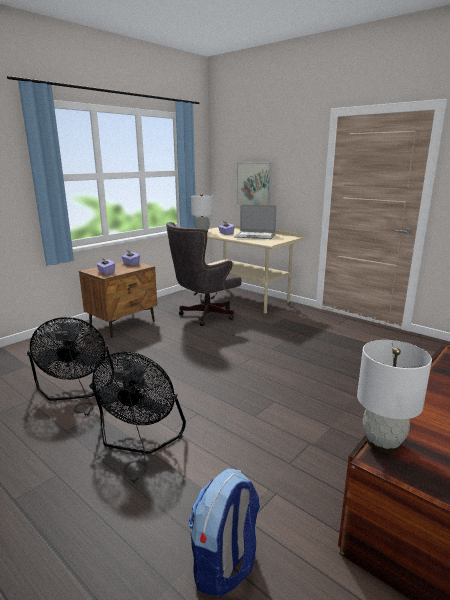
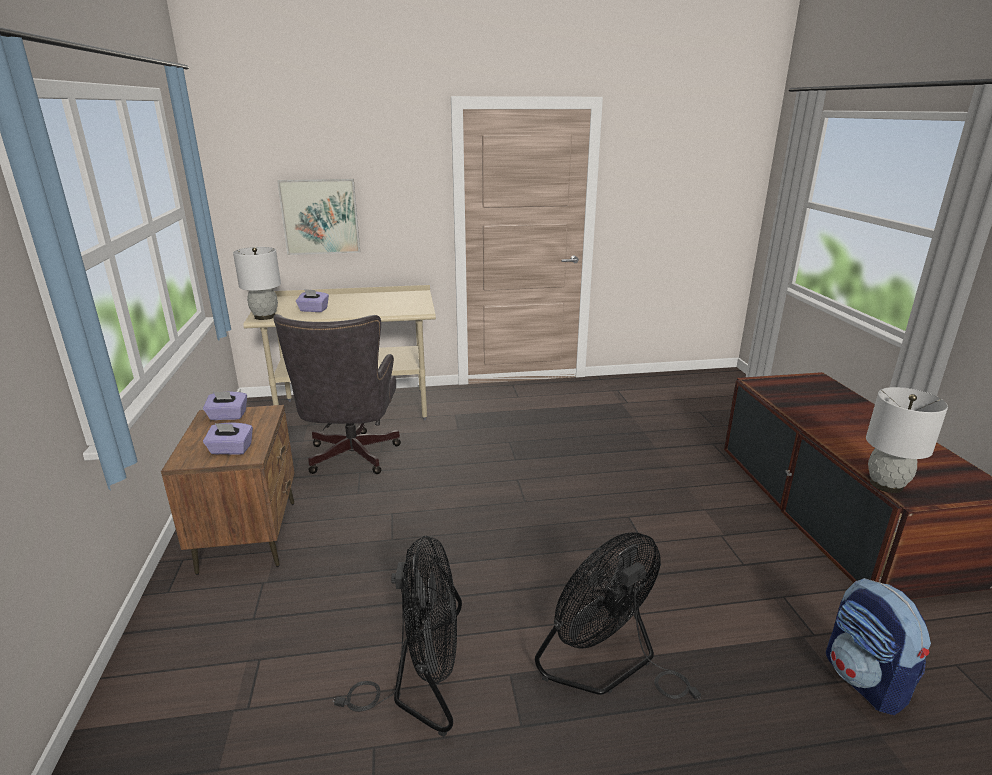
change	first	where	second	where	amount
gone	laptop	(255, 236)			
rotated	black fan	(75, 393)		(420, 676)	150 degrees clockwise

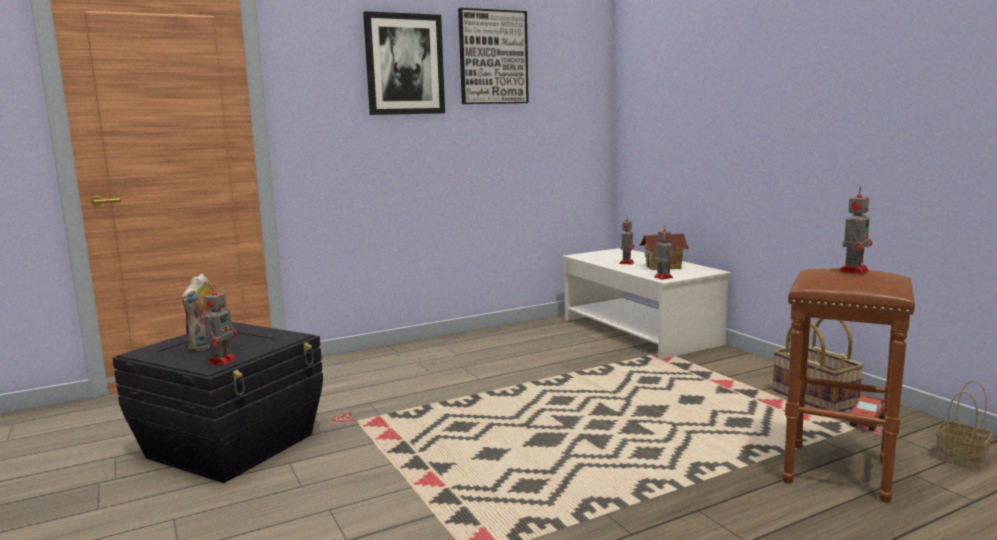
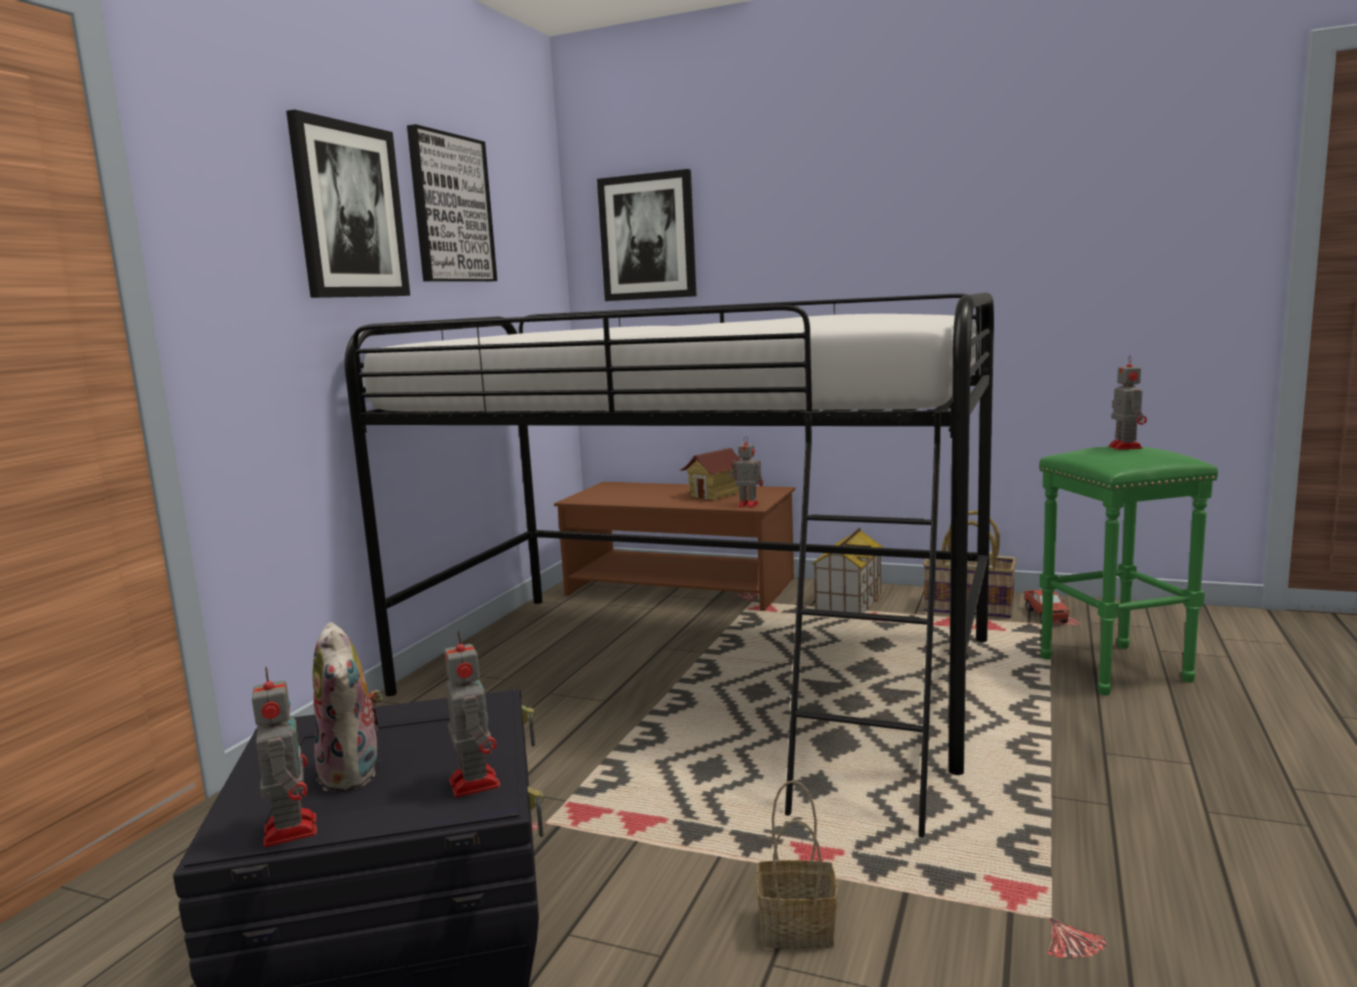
change	first	where	second	where	amount
new			black bed	(700, 670)	
new			picture	(647, 237)	
new			toy house	(848, 603)	
shifted	toy robot	(626, 263)		(290, 829)	
shifted	basket	(963, 459)		(800, 927)	
repainted	white coffee table	(638, 331)	brown coffee table	(679, 586)	
repainted	brown stool	(835, 469)	green stool	(1110, 668)	

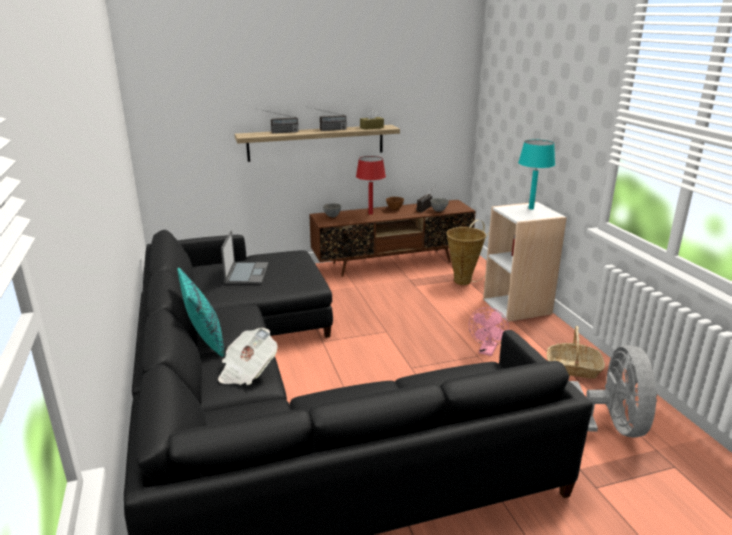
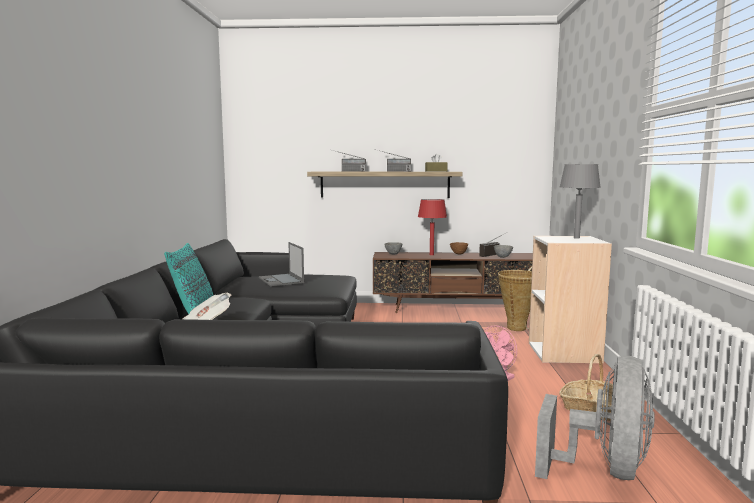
change	first	where	second	where	amount
repainted	turquoise table lamp	(530, 208)	grey table lamp	(576, 238)	
rotated	laptop	(247, 273)		(281, 280)	135 degrees clockwise

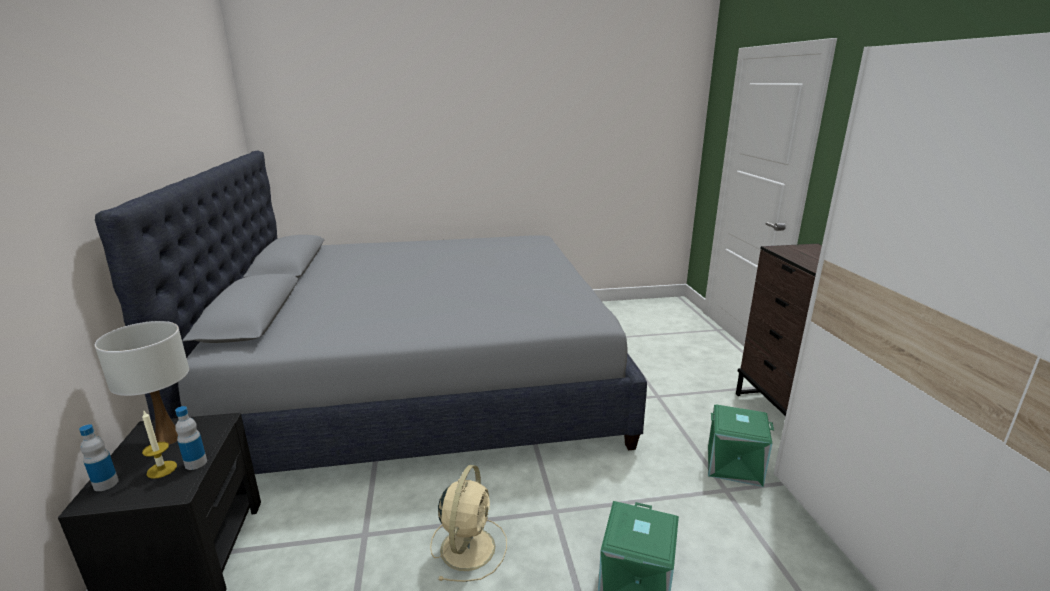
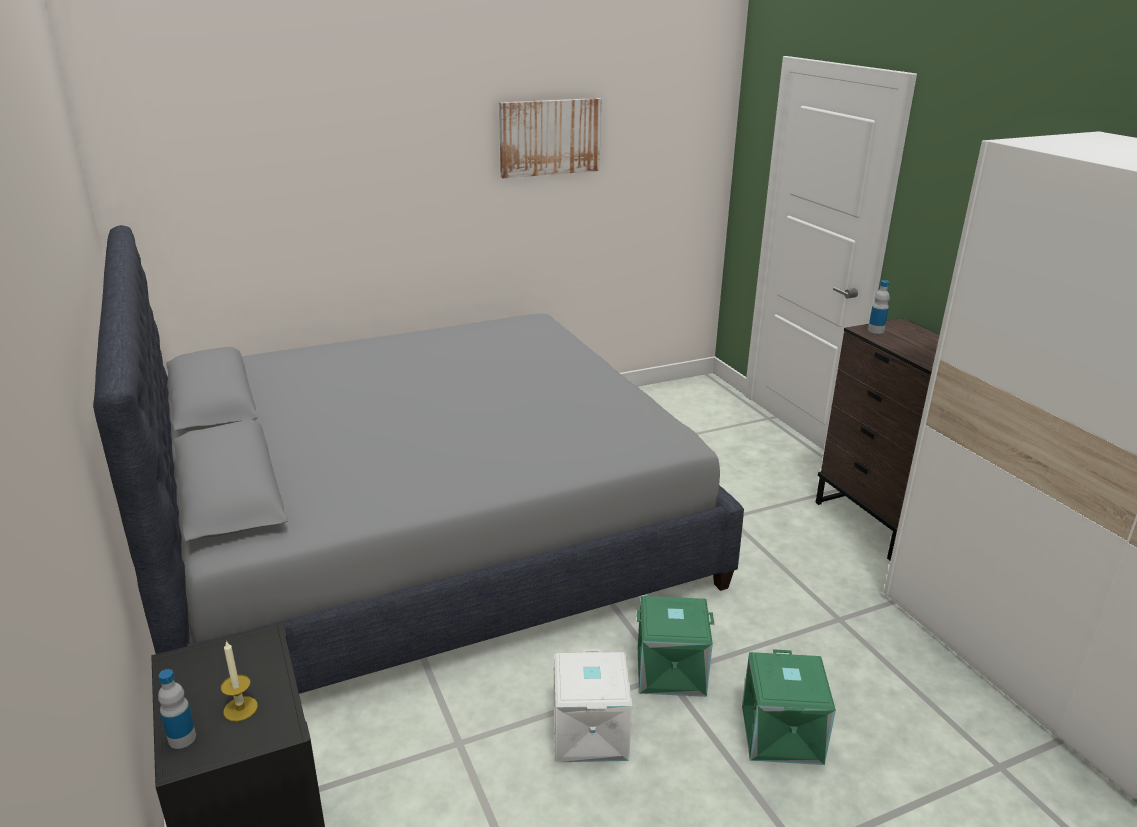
change	first	where	second	where	amount
gone	white table lamp	(168, 438)			
new			picture	(549, 137)	
shifted	bottle	(196, 463)		(876, 330)	
shifted	green storage box	(733, 465)		(670, 672)	
swapped	beige fan	(468, 546)	white storage box	(588, 732)	

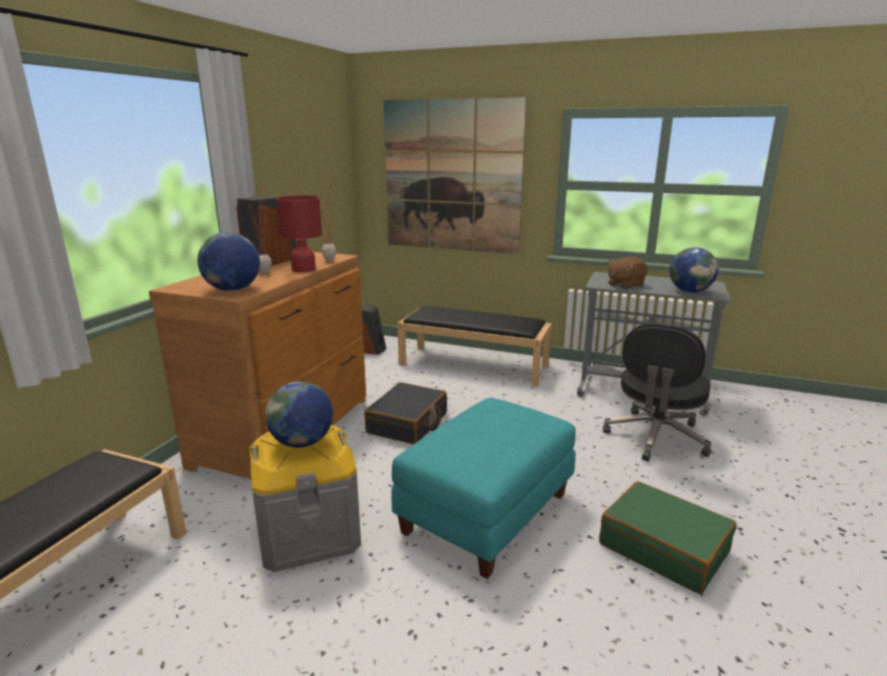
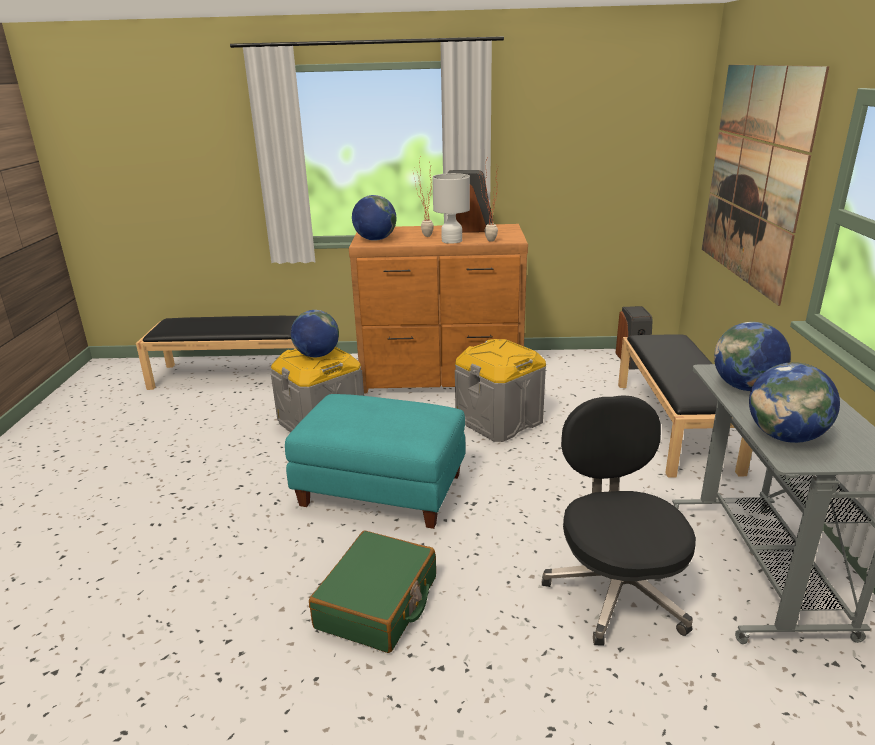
change	first	where	second	where	amount
swapped	black suitcase	(408, 423)	grey storage box	(499, 420)	
swapped	brown plush toy	(625, 285)	globe	(745, 387)	
repainted	red table lamp	(304, 269)	grey table lamp	(452, 241)	
rotated	black office chair	(655, 437)		(616, 589)	75 degrees clockwise

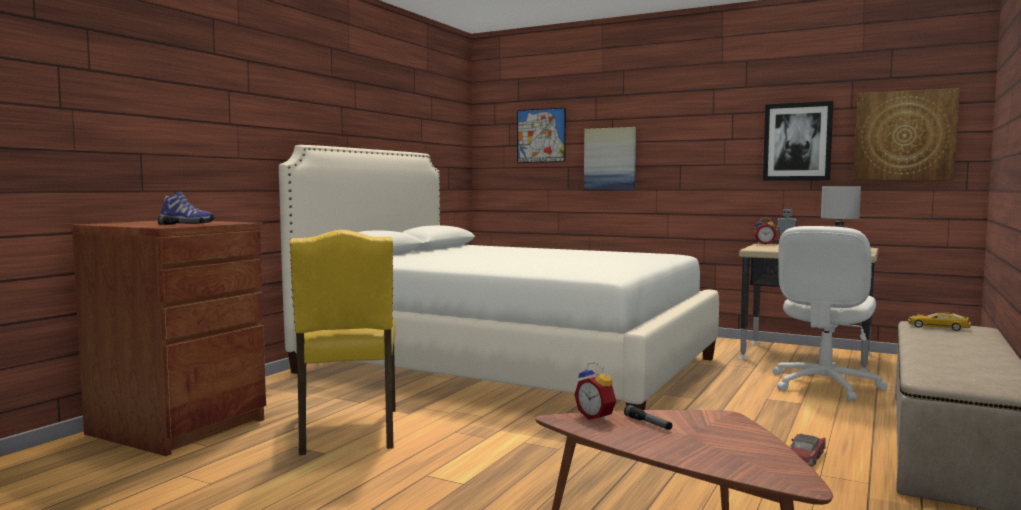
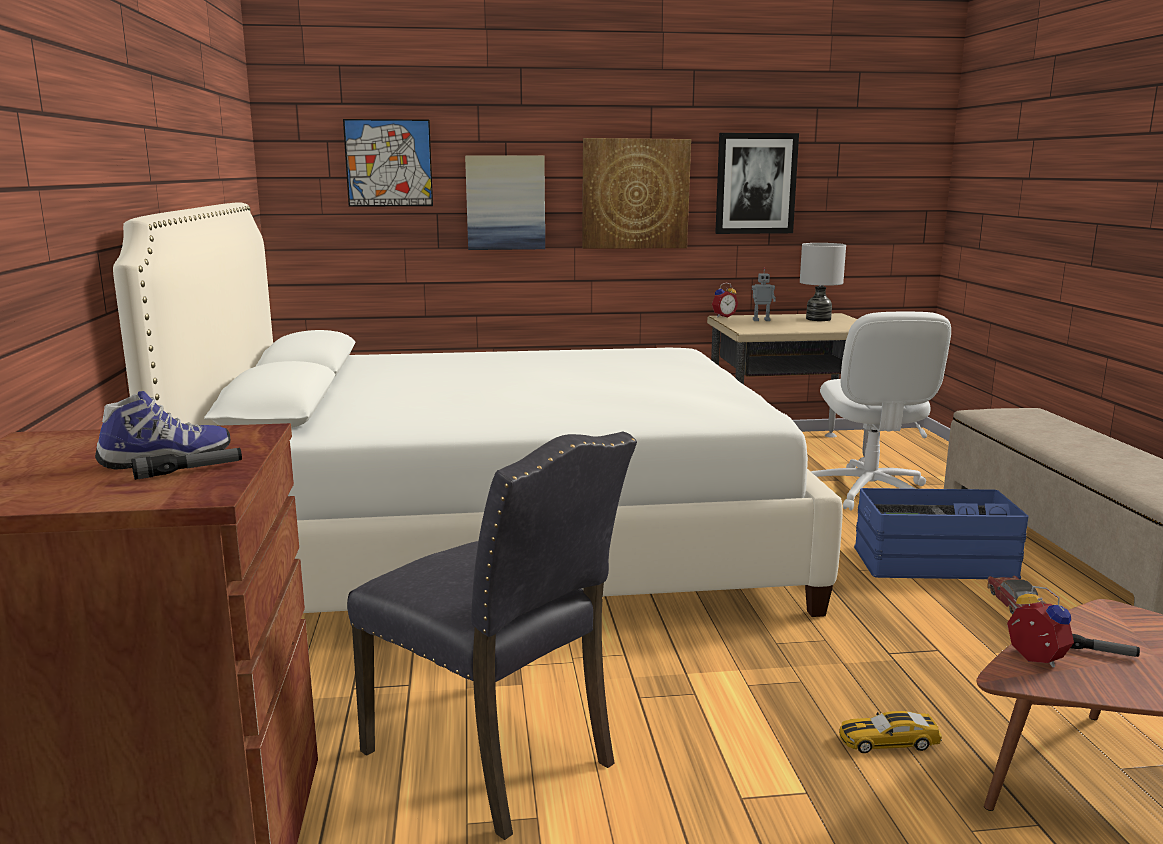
change	first	where	second	where	amount
new			blue storage box	(934, 561)	
shifted	picture	(904, 136)		(635, 194)	
shifted	toy car	(938, 327)		(888, 741)	
repainted	yellow chair	(347, 432)	grey chair	(495, 757)	
rotated	alarm clock	(597, 417)		(1033, 659)	135 degrees counterclockwise

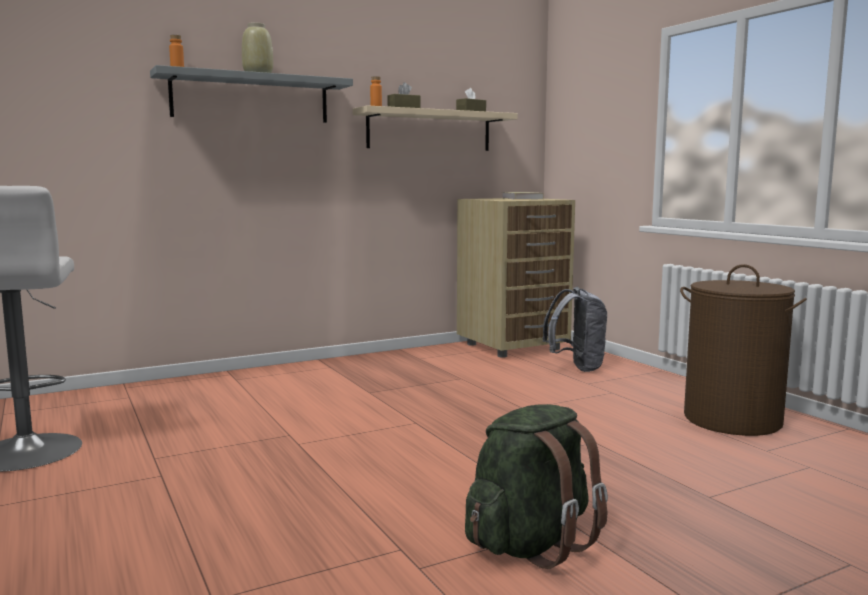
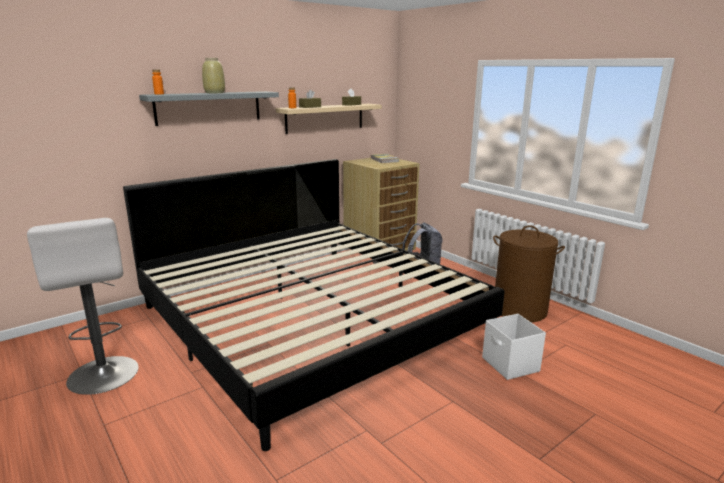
change	first	where	second	where	amount
gone	green backpack	(531, 544)			
new			bed	(311, 320)	
new			white storage box	(510, 365)	

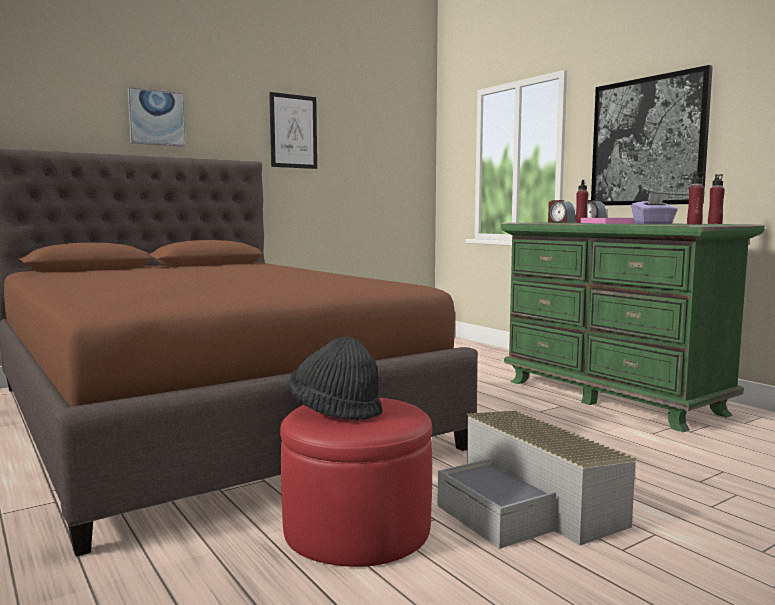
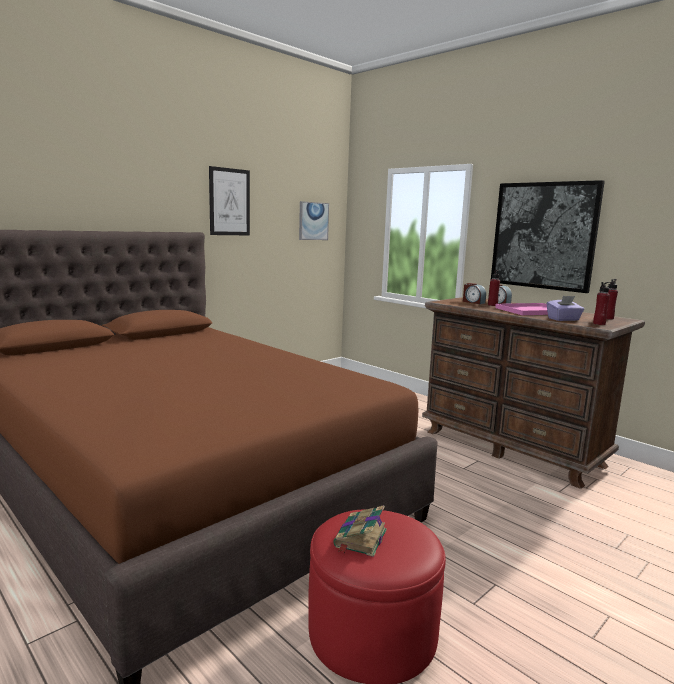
change	first	where	second	where	amount
gone	grey storage box	(529, 507)			
shifted	picture	(156, 118)		(313, 221)	
swapped	black hat	(336, 410)	book	(360, 539)	
repainted	green dresser	(611, 397)	brown dresser	(512, 448)	

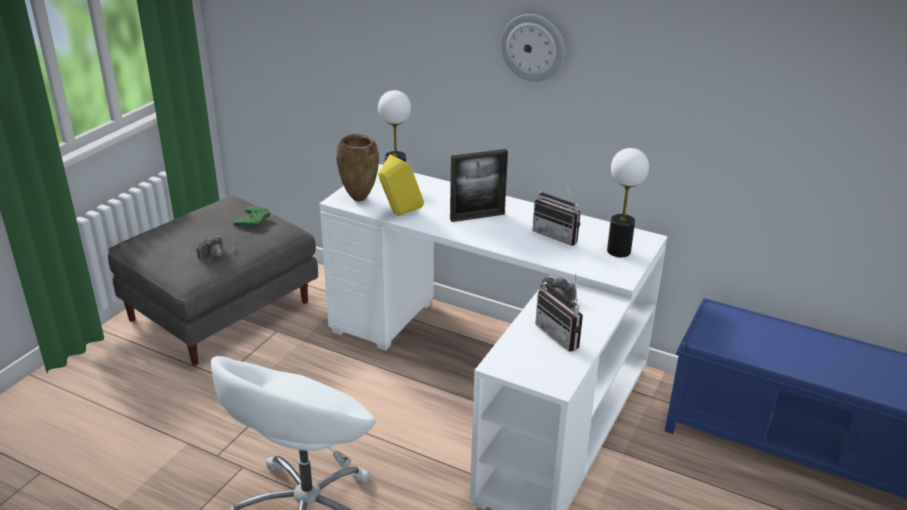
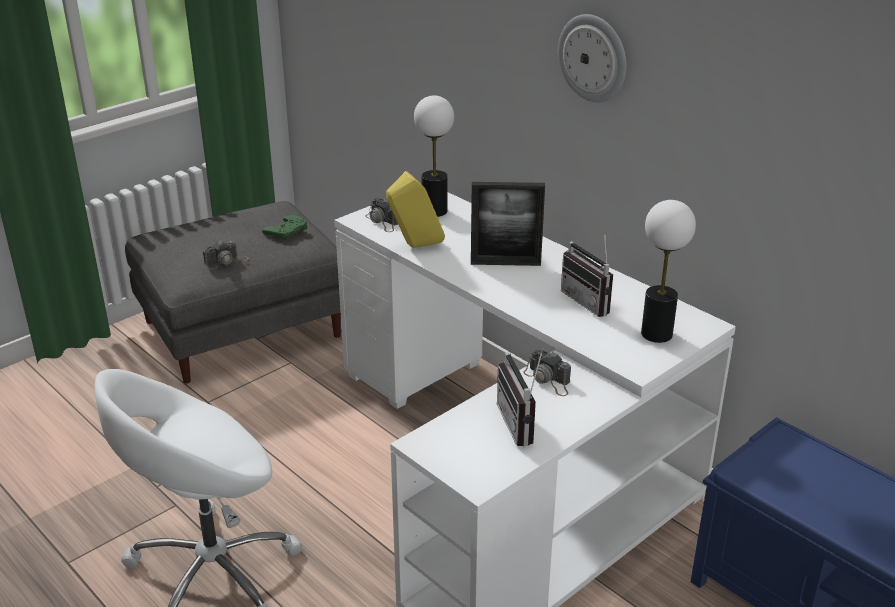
change	first	where	second	where	amount
swapped	brown vase	(360, 199)	photo camera	(382, 221)	

